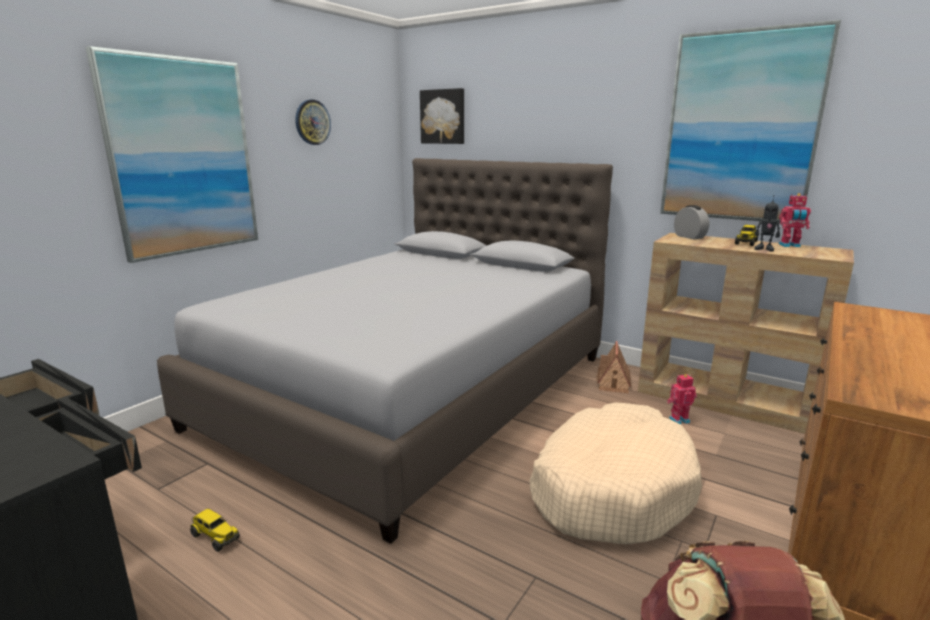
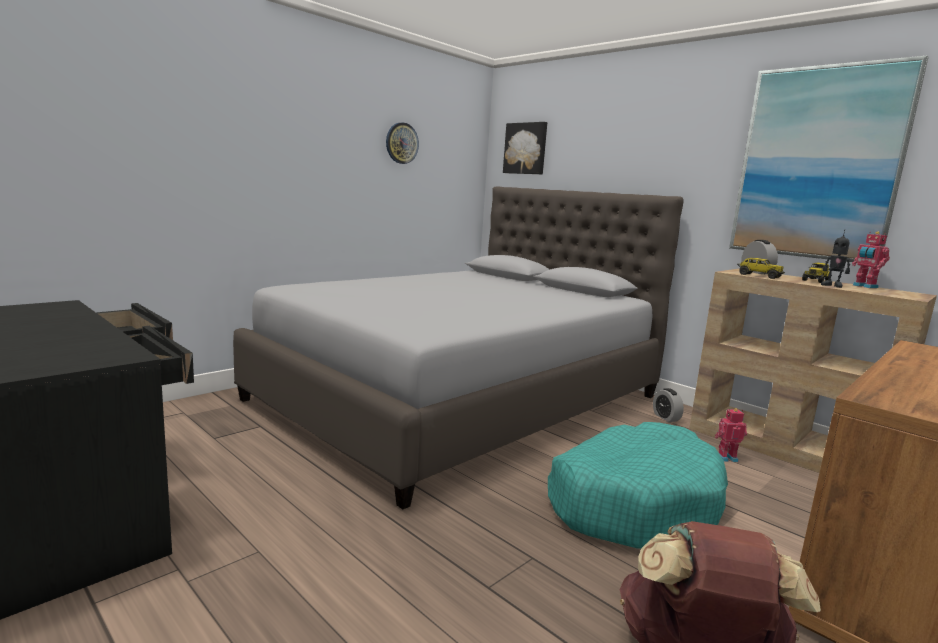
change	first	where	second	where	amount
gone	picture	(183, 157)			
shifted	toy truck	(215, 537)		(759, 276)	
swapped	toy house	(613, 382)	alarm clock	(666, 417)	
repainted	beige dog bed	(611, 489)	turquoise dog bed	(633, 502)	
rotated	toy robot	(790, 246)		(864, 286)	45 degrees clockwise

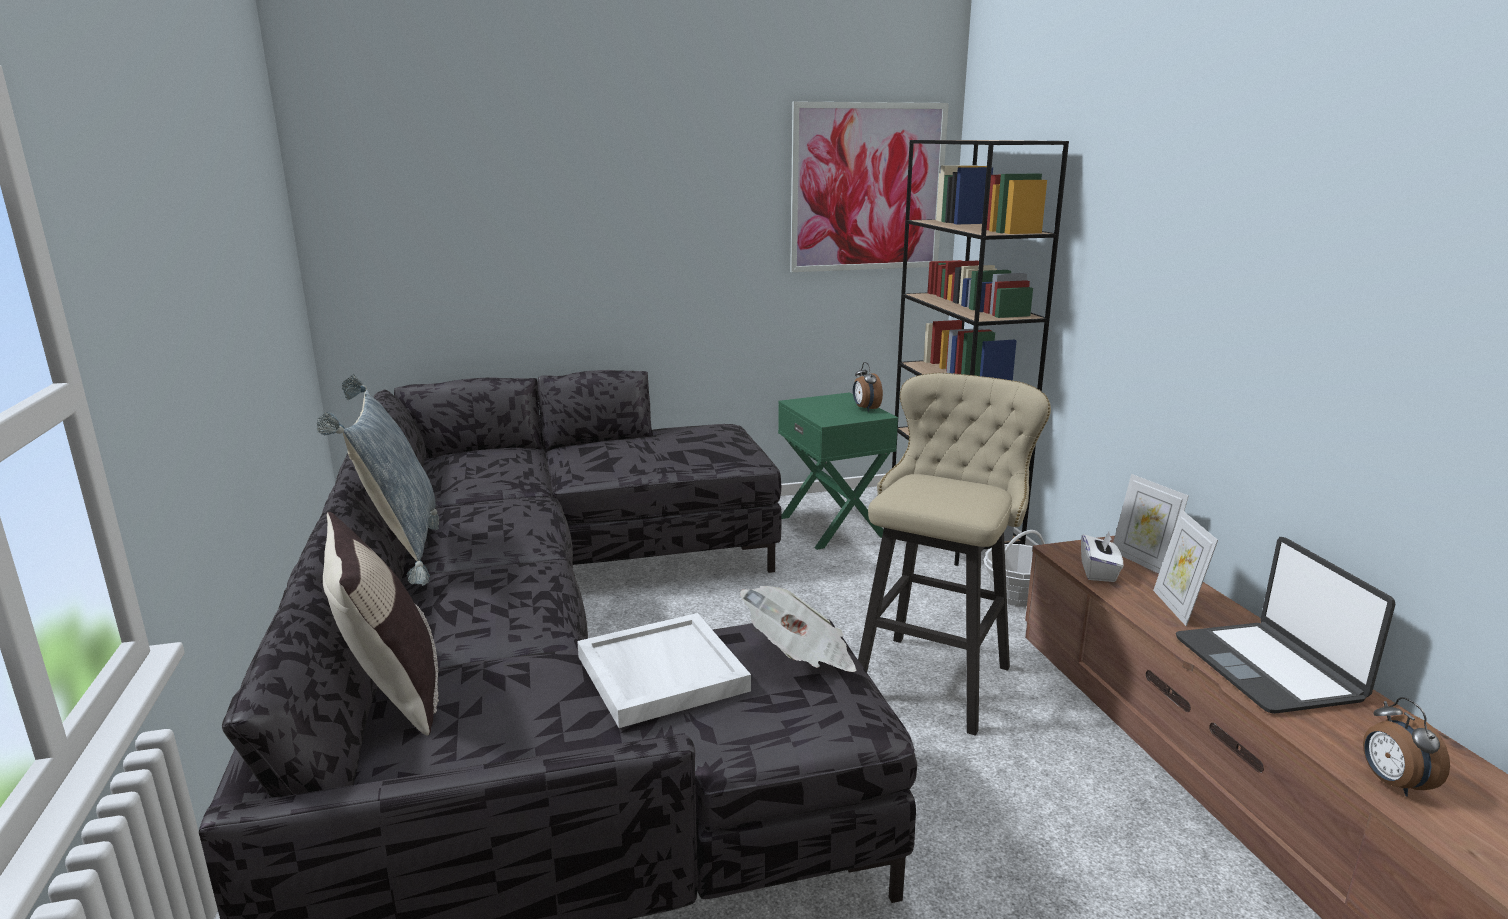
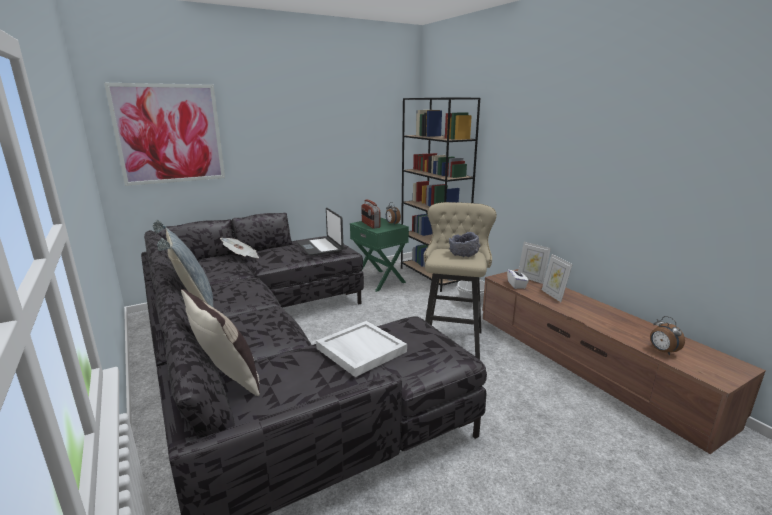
change	first	where	second	where	amount
new			radio	(370, 225)	
new			grey bowl	(463, 254)	
shifted	newspaper	(800, 656)		(242, 257)	
shifted	picture	(867, 188)		(169, 134)	
shifted	laptop	(1268, 668)		(320, 247)	

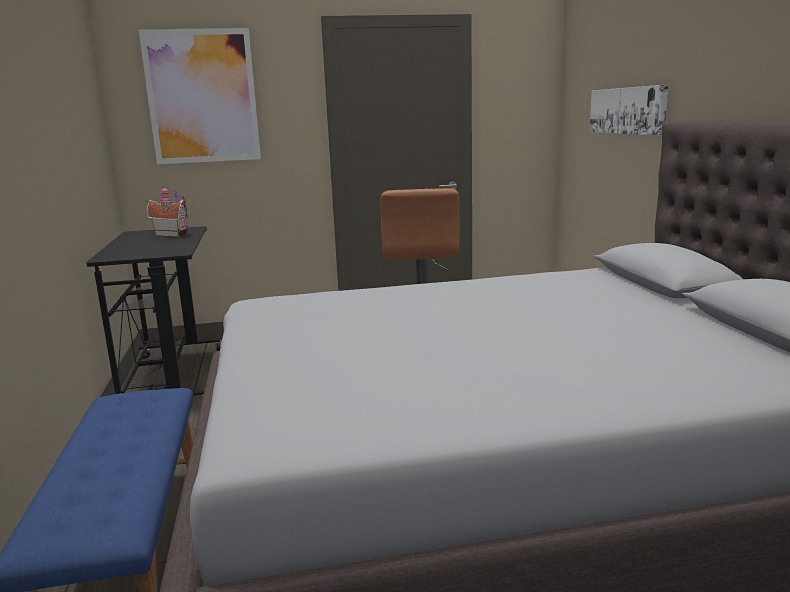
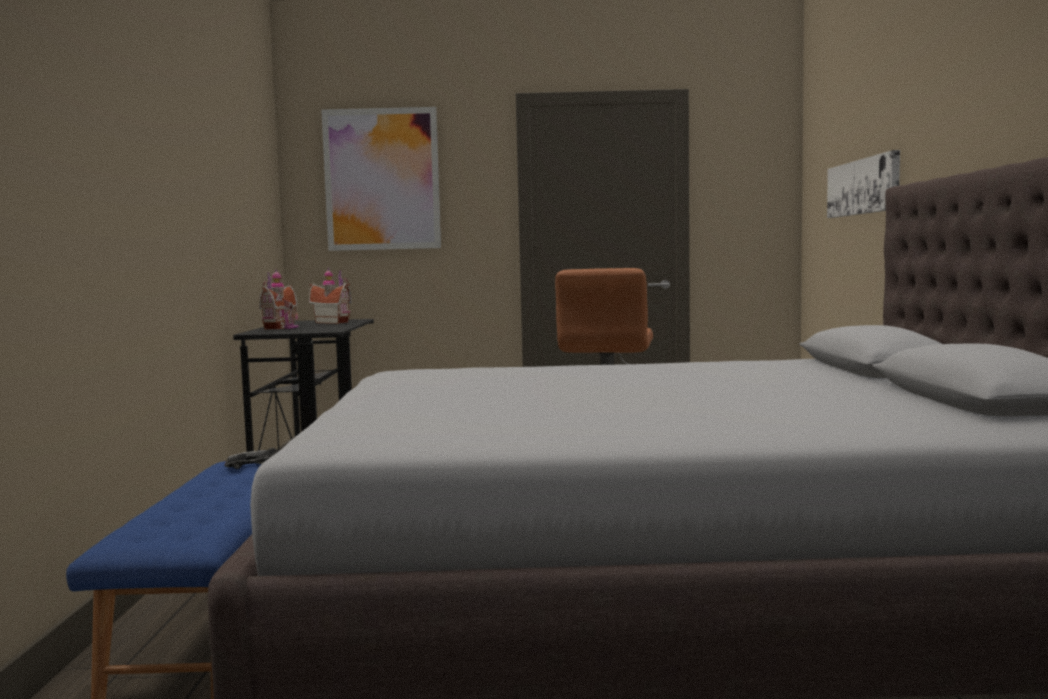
change	first	where	second	where	amount
new			toy car	(256, 464)	
new			toy house	(283, 328)	

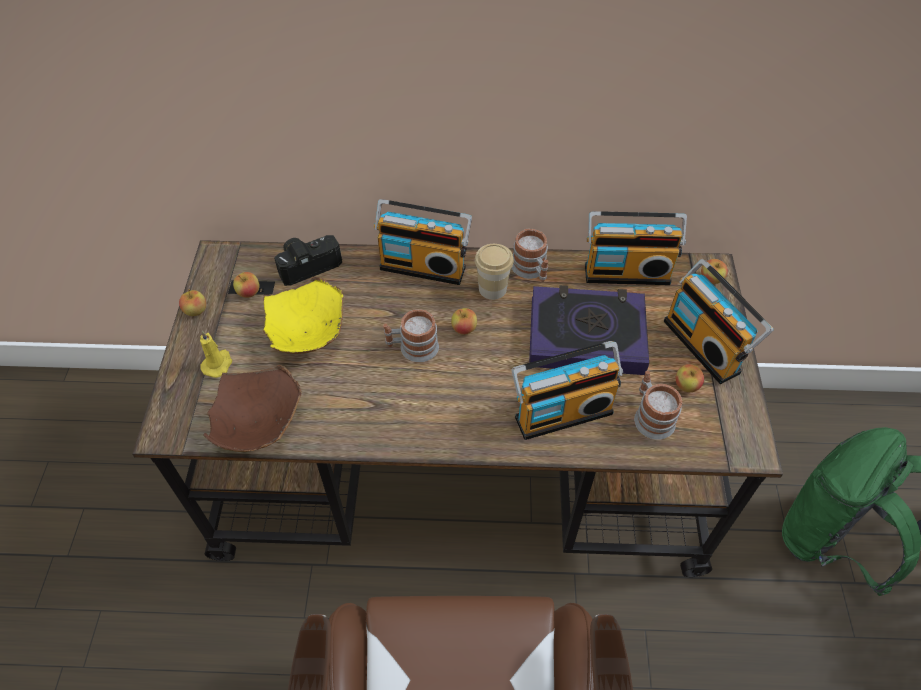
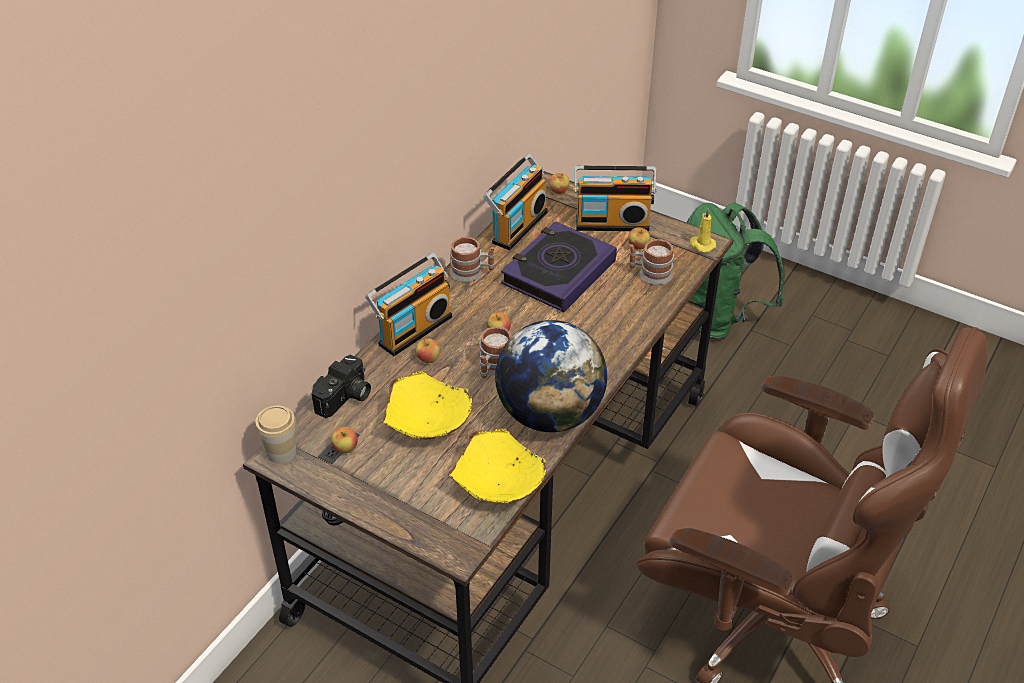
change	first	where	second	where	amount
gone	radio	(562, 411)			
new			globe	(550, 414)	
shifted	apple	(196, 311)		(428, 359)	
shifted	yellow candle	(218, 364)		(701, 244)	
shifted	cup	(492, 288)		(281, 452)	
repainted	brown bowl	(260, 425)	yellow bowl	(500, 486)	
rotated	photo camera	(308, 264)		(345, 398)	150 degrees counterclockwise

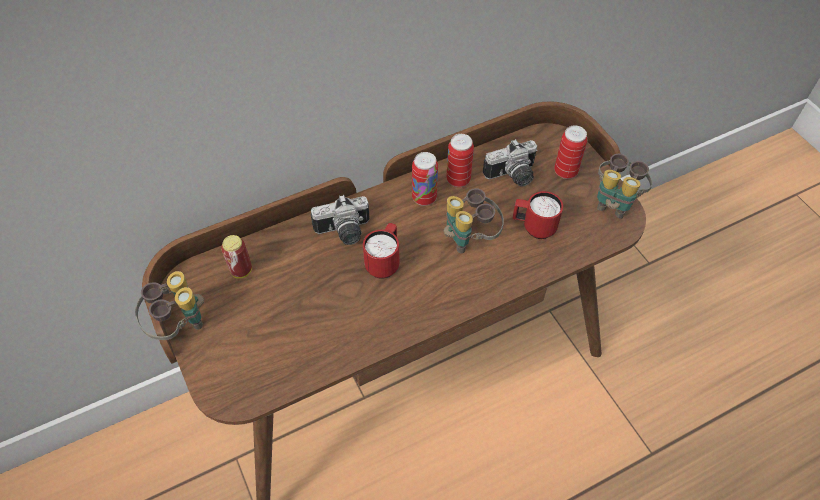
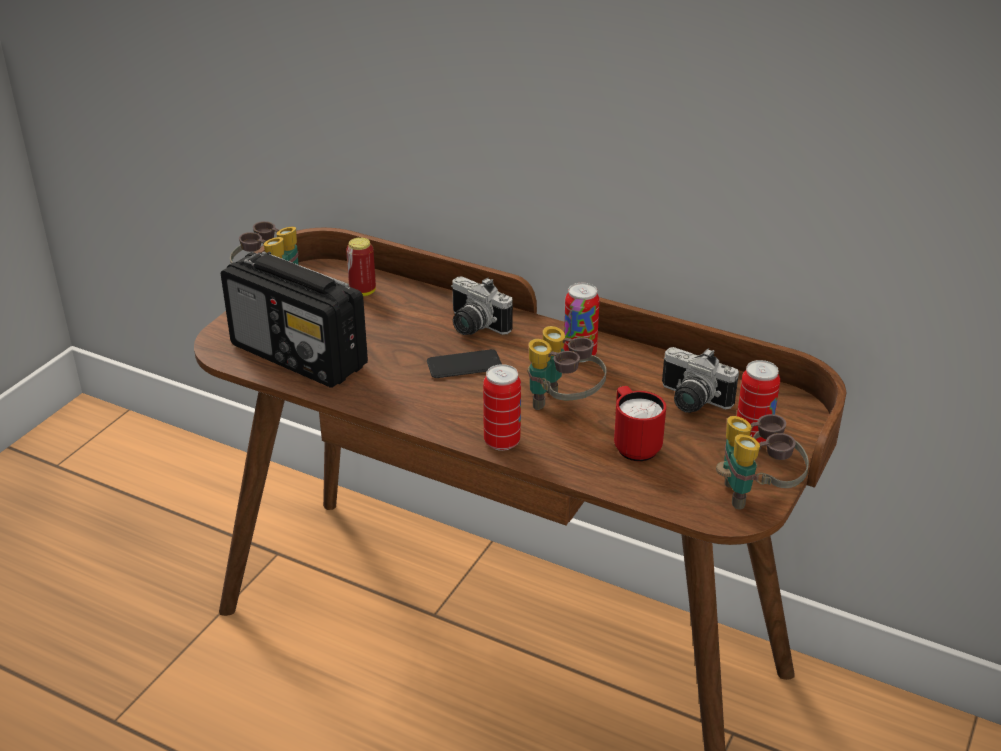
change	first	where	second	where	amount
new			radio	(299, 356)	
shifted	can	(458, 180)		(502, 442)	
swapped	red mug	(384, 262)	phone	(464, 365)	

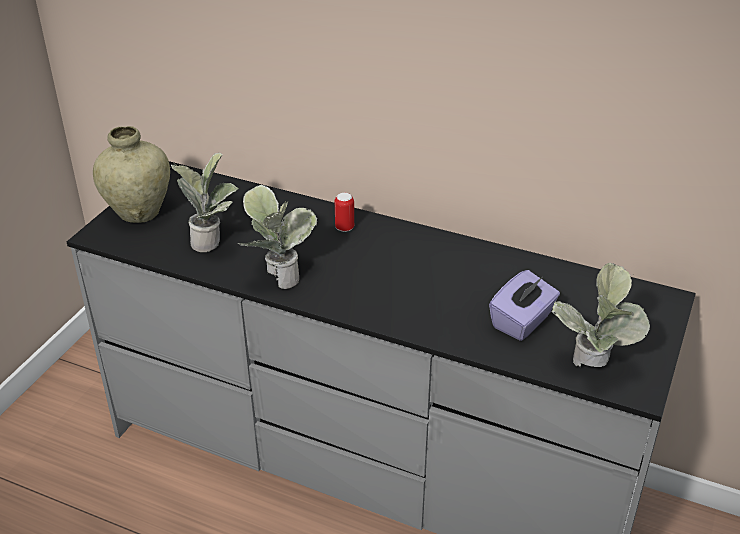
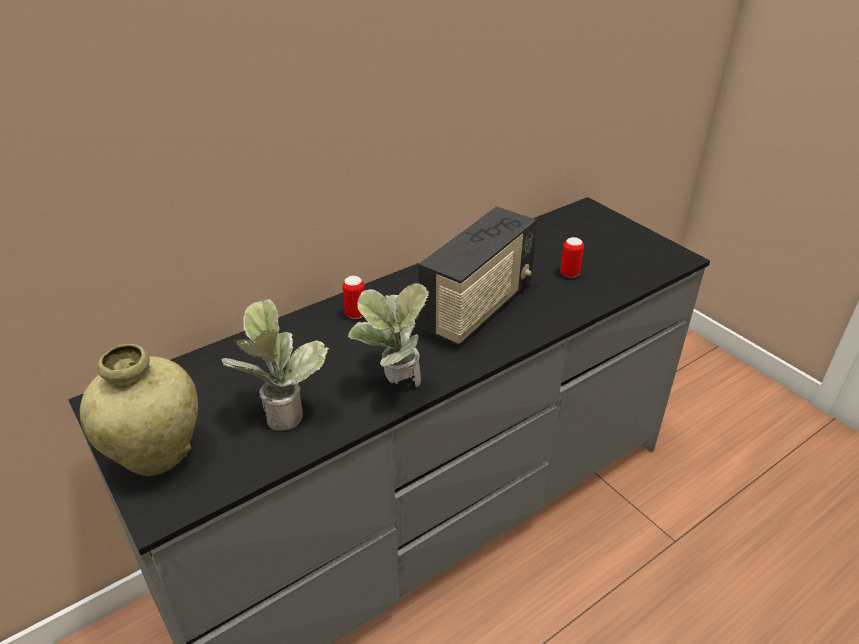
change	first	where	second	where	amount
gone	potted plant	(592, 369)			
new			radio	(478, 308)	
swapped	purple tissue box	(522, 322)	can	(569, 274)	

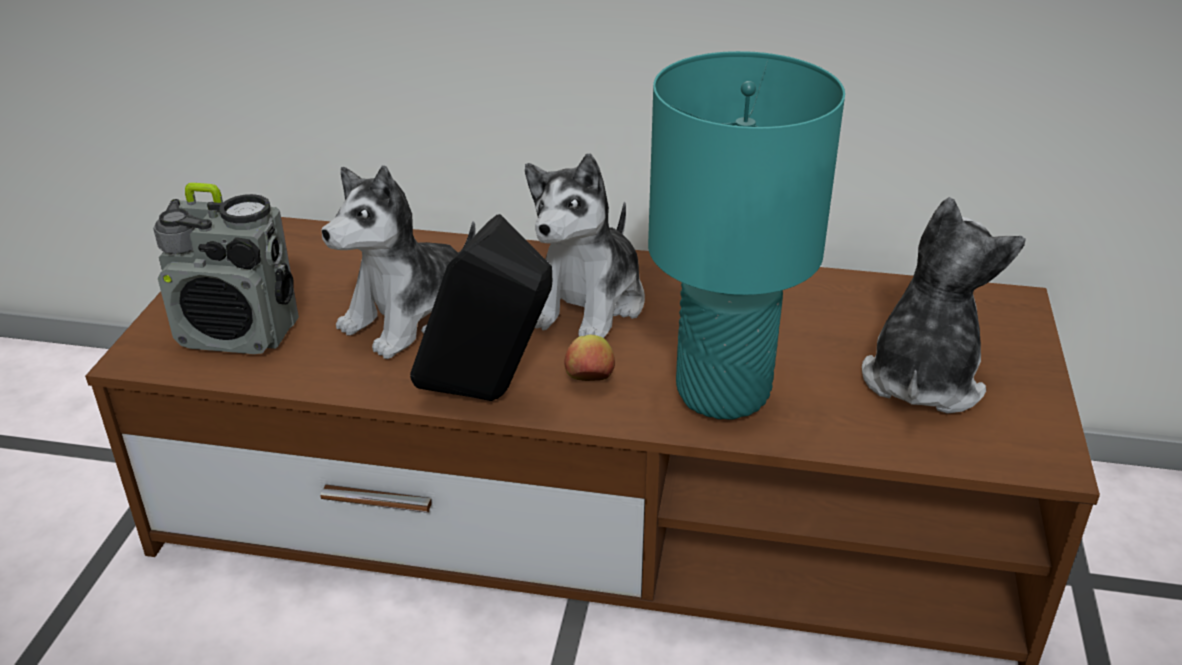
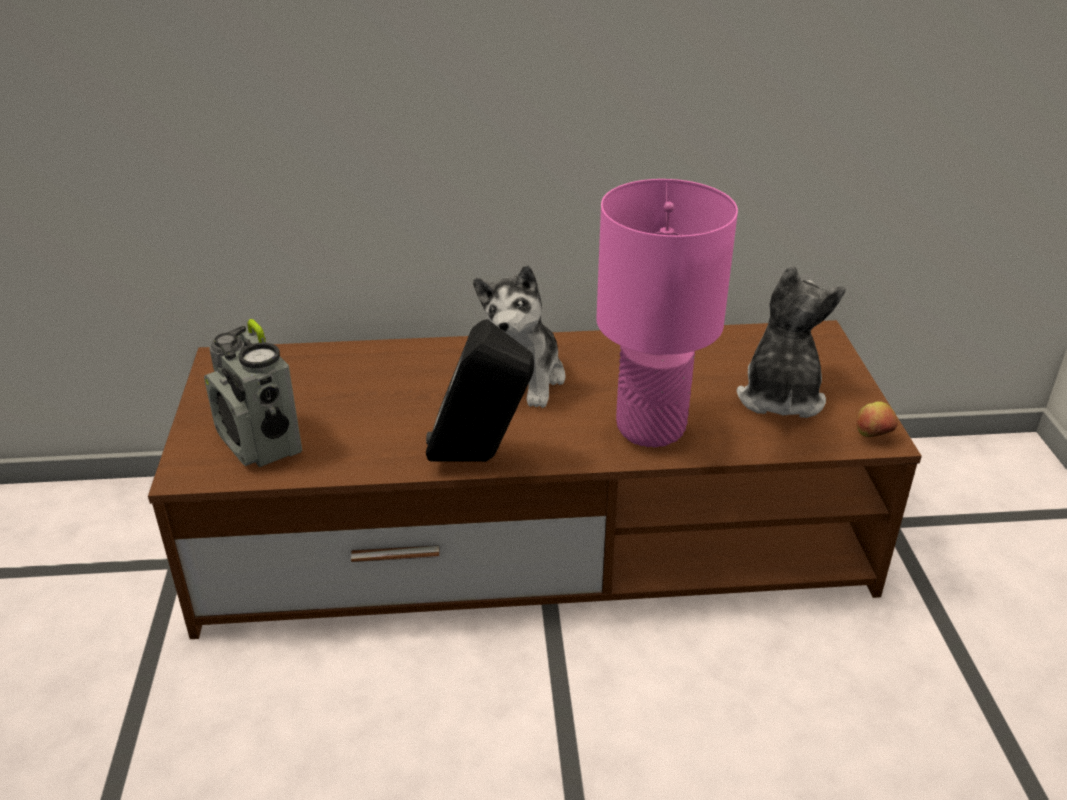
change	first	where	second	where	amount
gone	plush toy	(411, 318)			
shifted	apple	(589, 381)		(873, 436)	
repainted	turquoise table lamp	(724, 399)	pink table lamp	(651, 433)	
rotated	radio	(239, 334)		(260, 443)	60 degrees clockwise

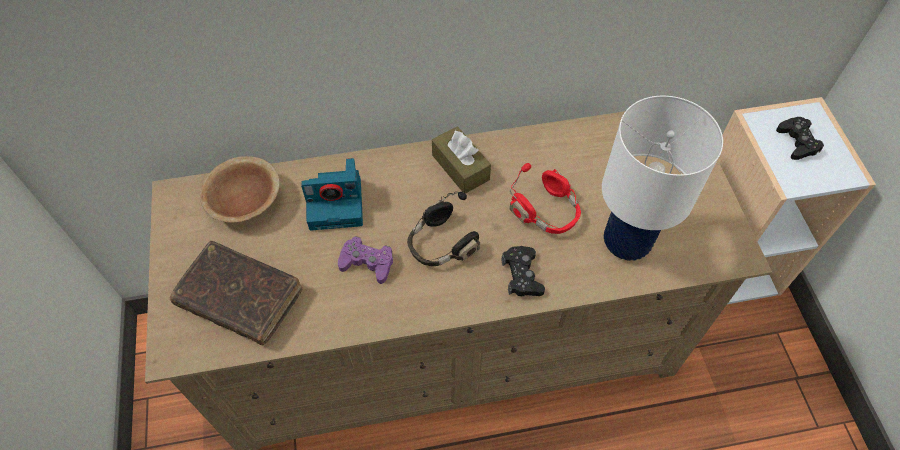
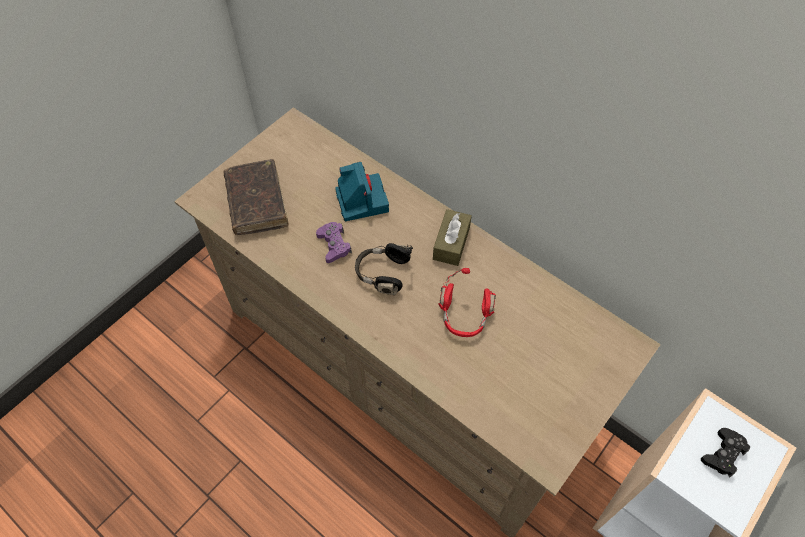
change	first	where	second	where	amount
gone	brown bowl	(245, 201)			
gone	black game controller	(522, 275)			
gone	white table lamp	(627, 243)			
rotated	photo camera	(337, 203)		(361, 200)	150 degrees counterclockwise

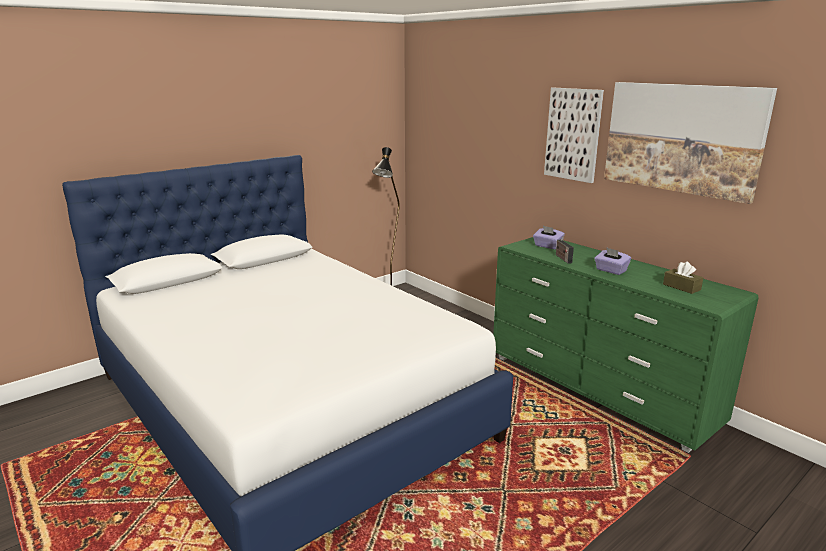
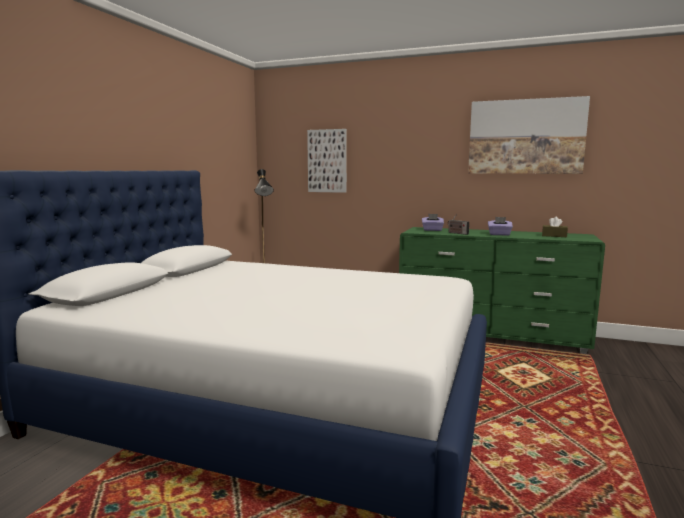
change	first	where	second	where	amount
shifted	picture	(573, 134)		(327, 161)	

